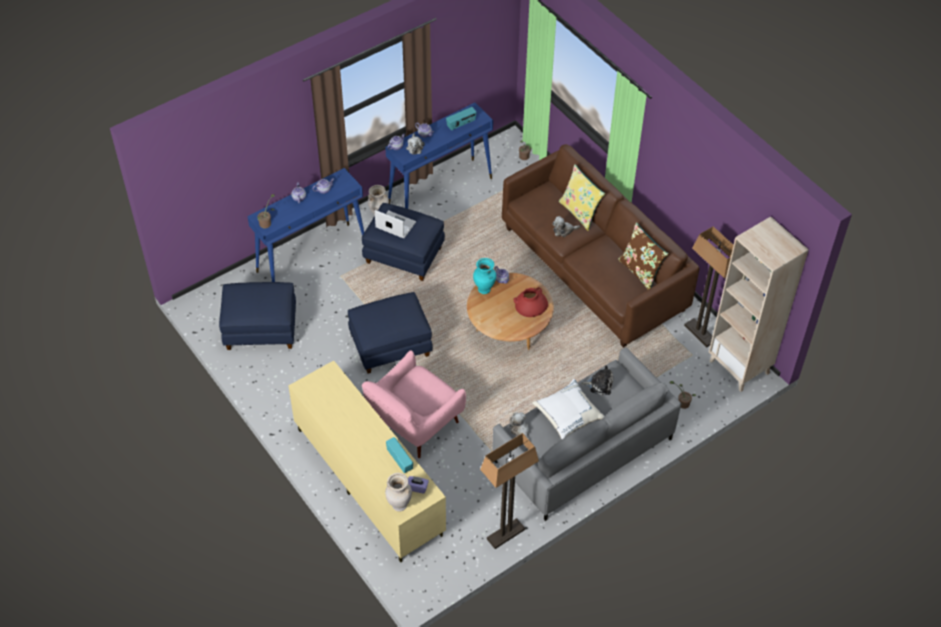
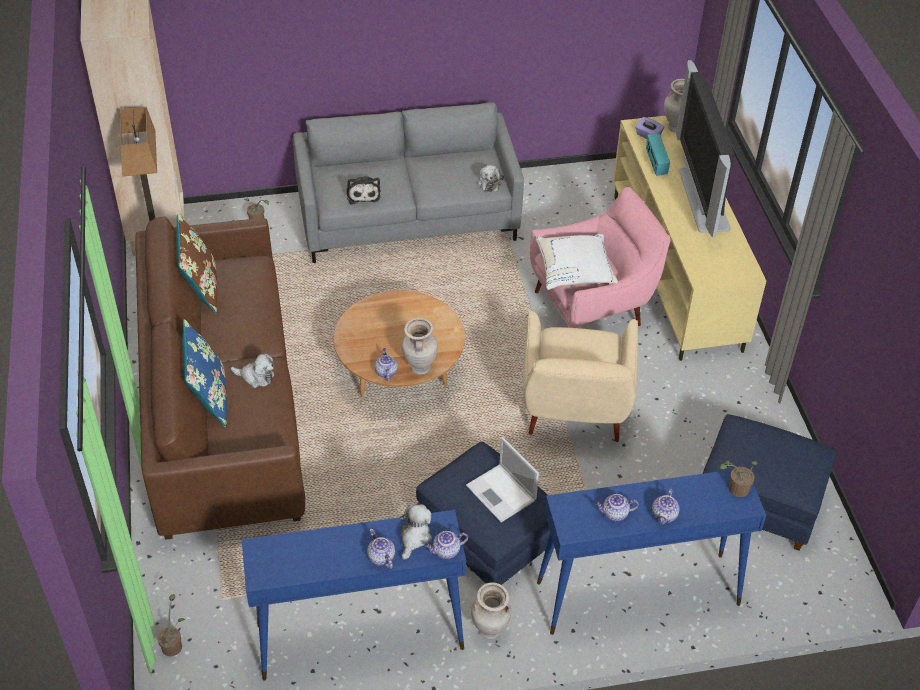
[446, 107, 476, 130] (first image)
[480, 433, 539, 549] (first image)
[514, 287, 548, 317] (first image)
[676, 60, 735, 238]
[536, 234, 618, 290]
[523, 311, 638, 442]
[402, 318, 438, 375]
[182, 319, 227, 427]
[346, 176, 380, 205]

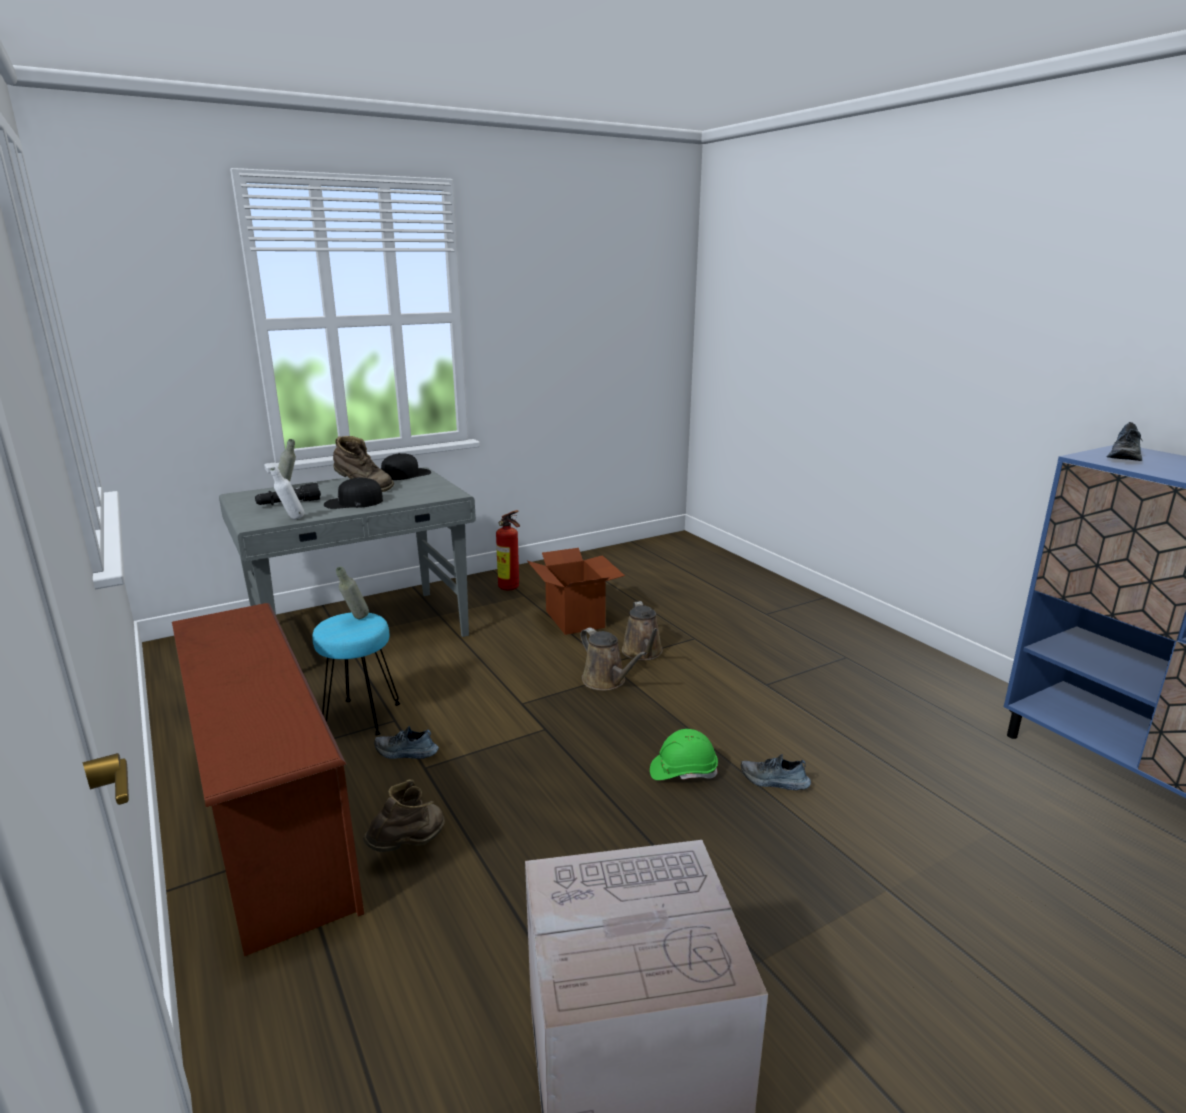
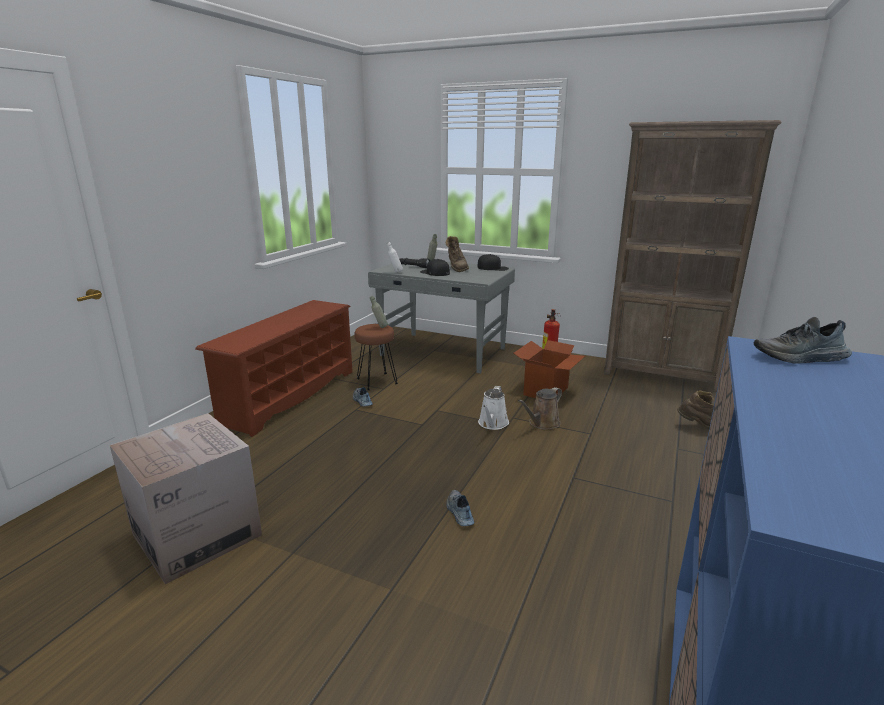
[650, 729, 718, 780] (first image)
[604, 120, 781, 393]
[677, 390, 714, 429]
[355, 324, 398, 390]
[478, 386, 509, 430]

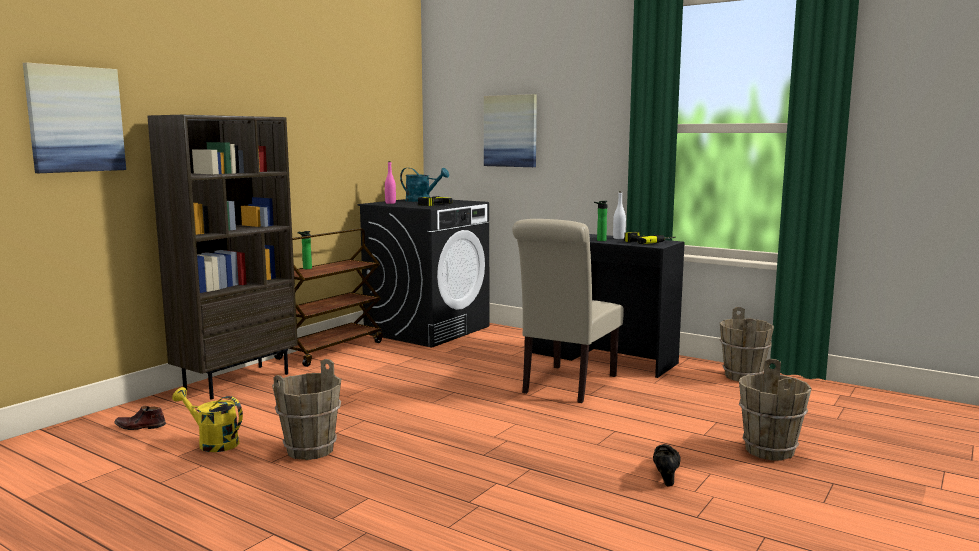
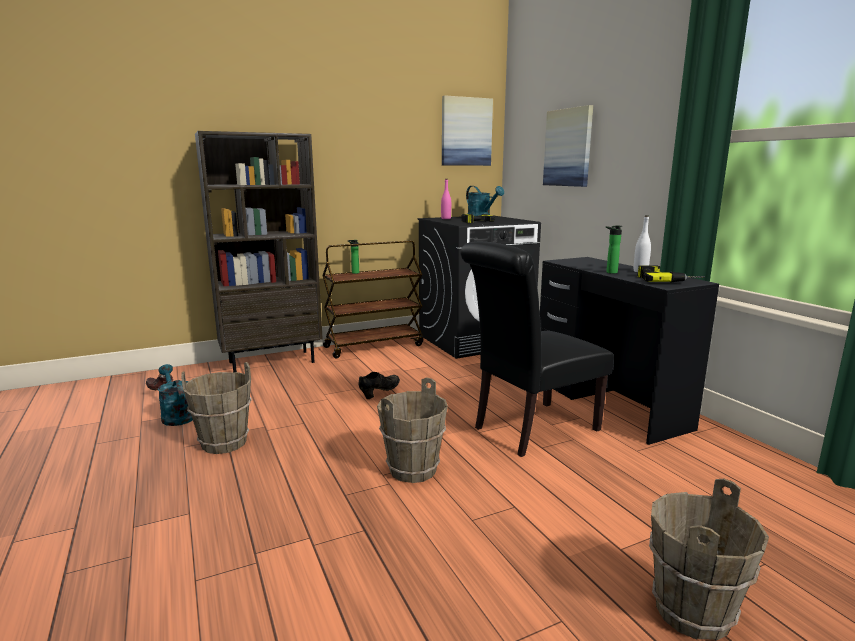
[442, 95, 493, 166]
[359, 372, 400, 399]
[377, 377, 448, 483]
[158, 364, 193, 426]
[460, 241, 614, 457]

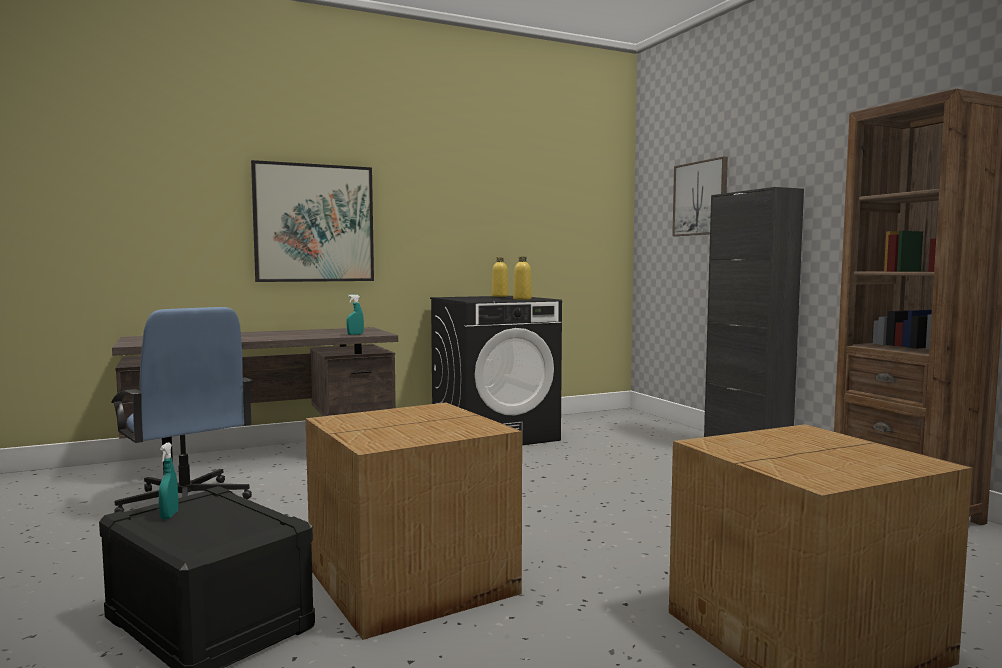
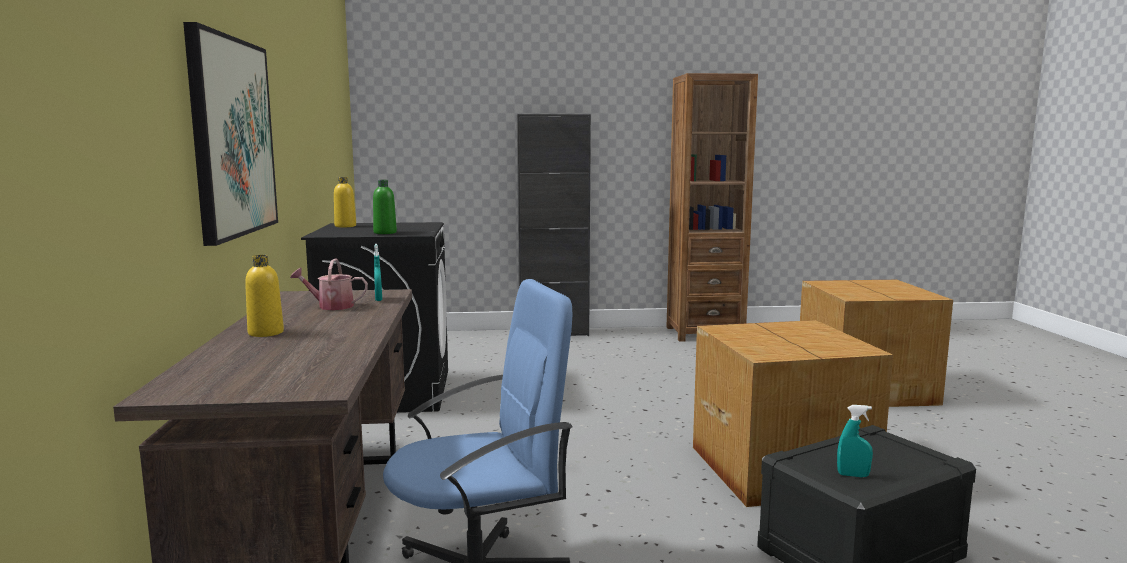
[672, 157, 728, 236] (first image)
[290, 259, 368, 310]
[373, 180, 397, 234]
[245, 255, 284, 337]

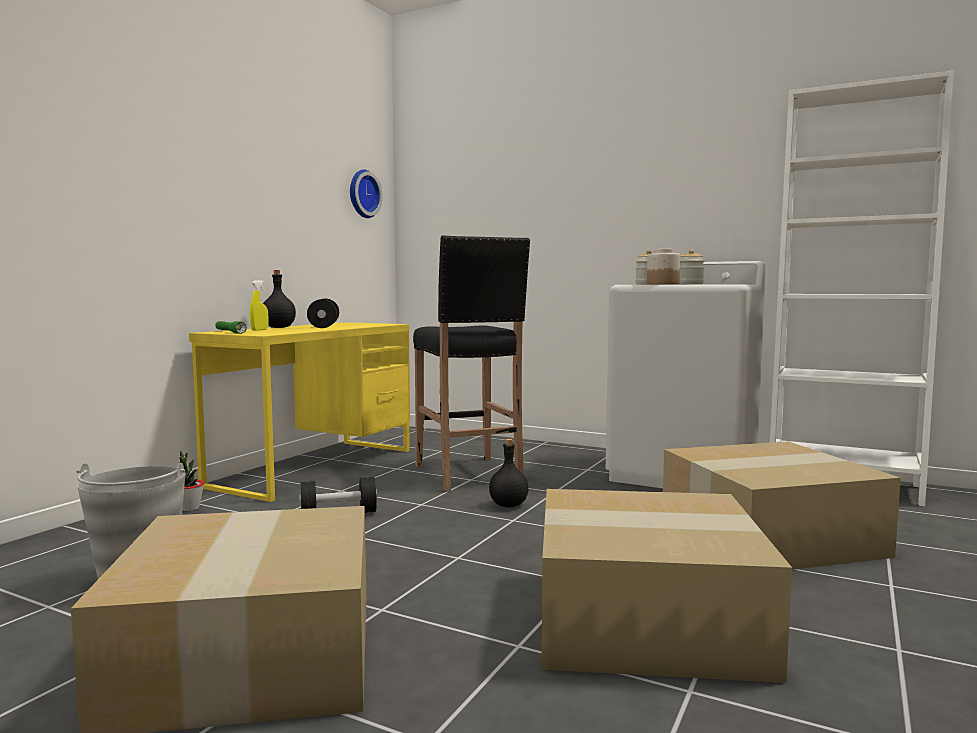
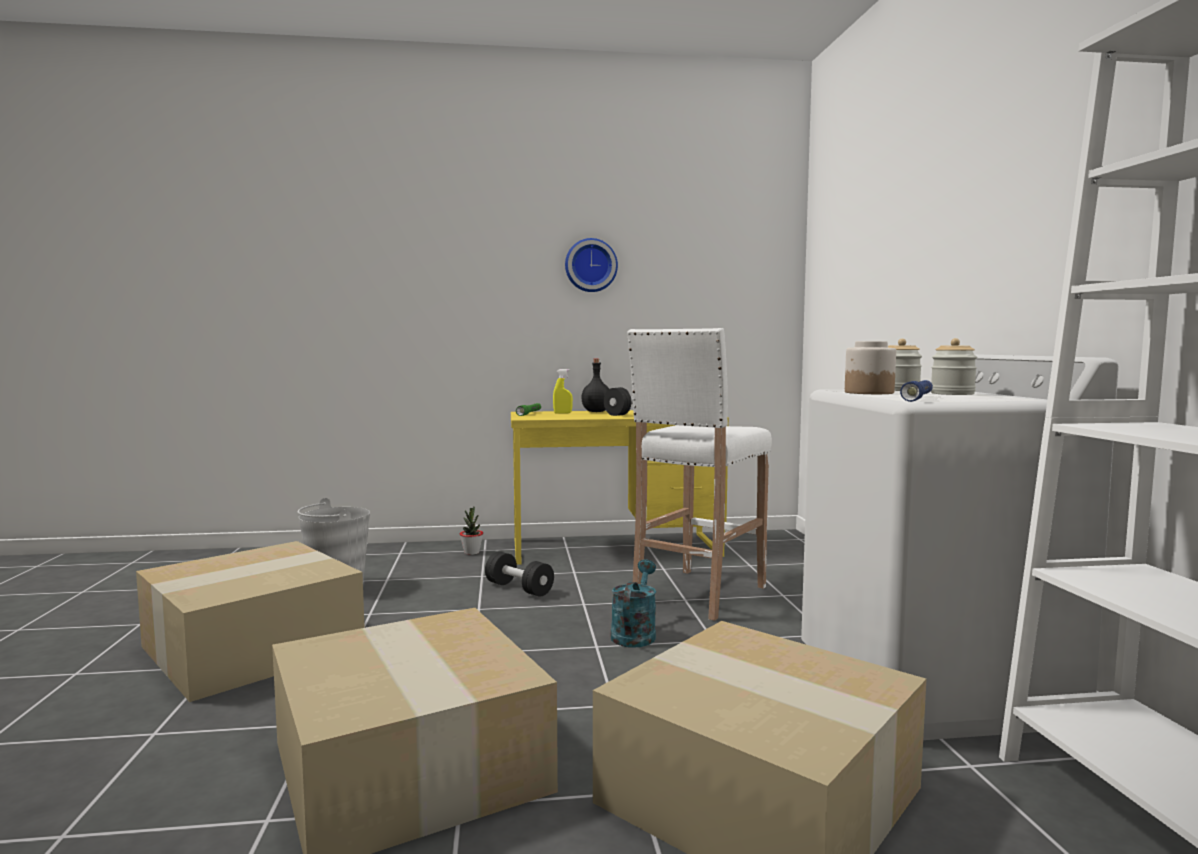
[900, 380, 933, 402]
[565, 238, 618, 292]
[611, 559, 656, 648]
[627, 328, 772, 621]

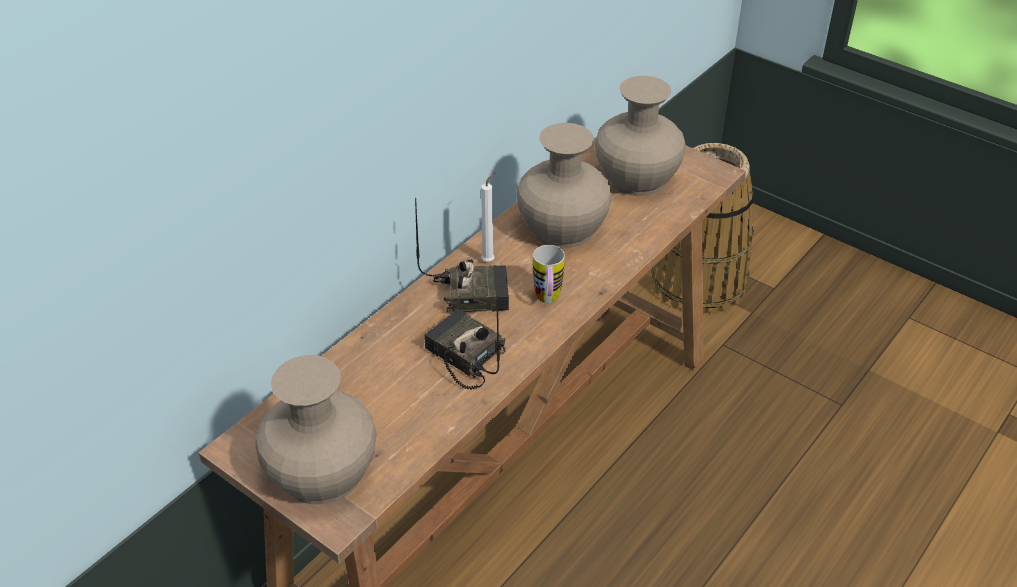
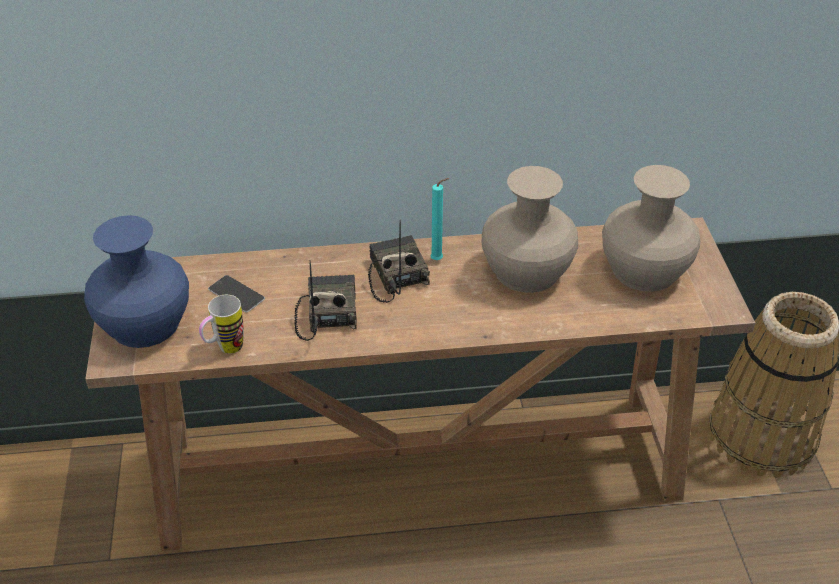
[208, 275, 265, 313]
[199, 295, 244, 354]
[84, 215, 189, 348]
[430, 178, 449, 260]
[368, 220, 430, 303]

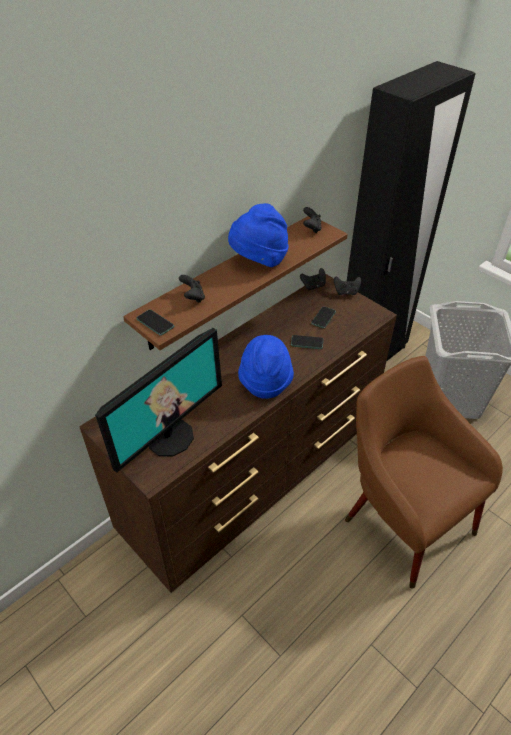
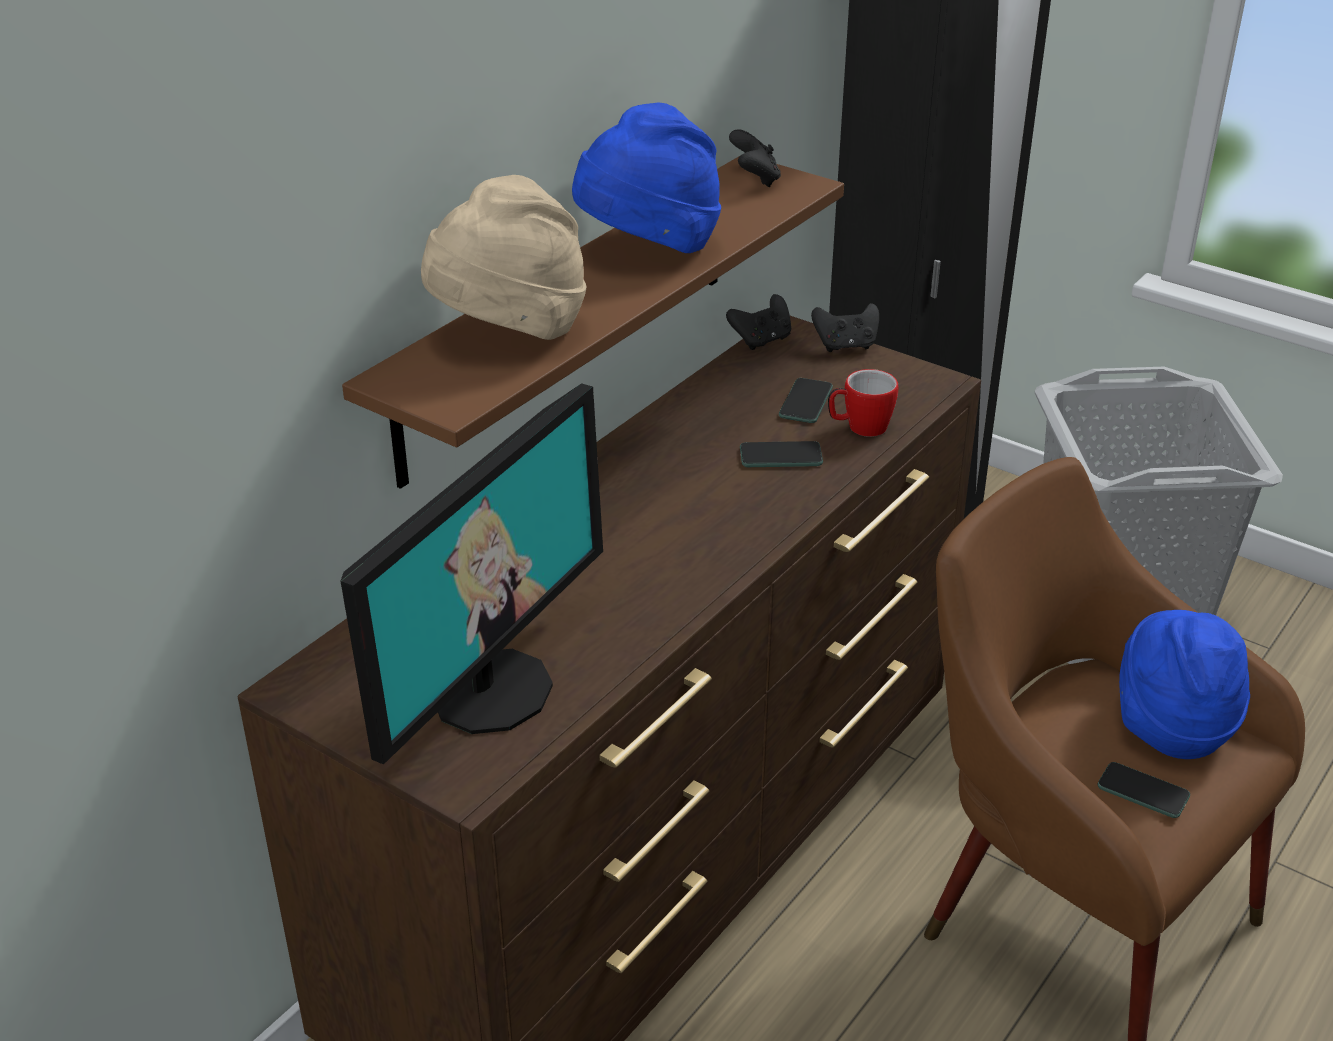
[828, 369, 898, 437]
[1097, 762, 1190, 818]
[1119, 610, 1250, 759]
[421, 175, 586, 340]

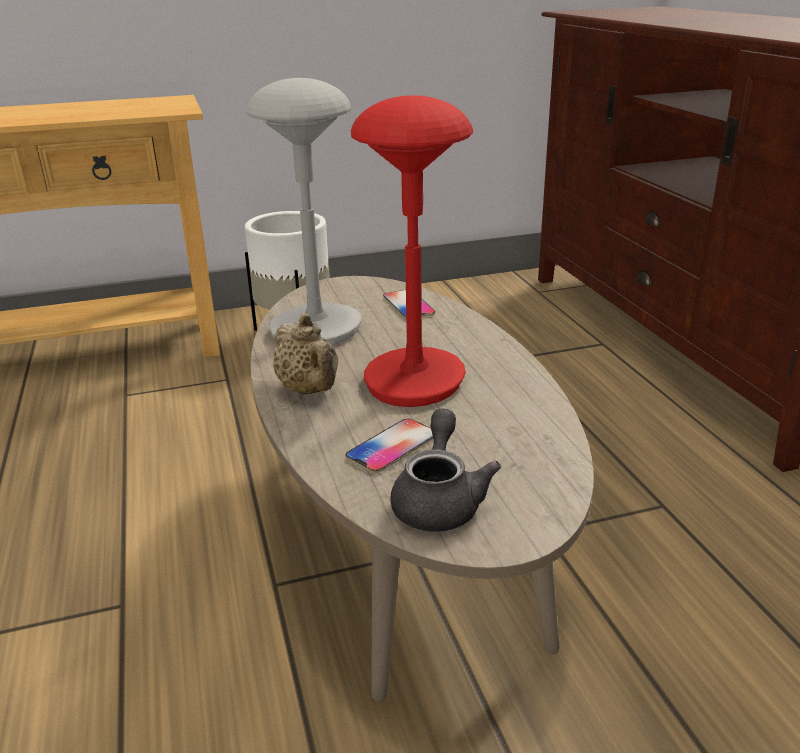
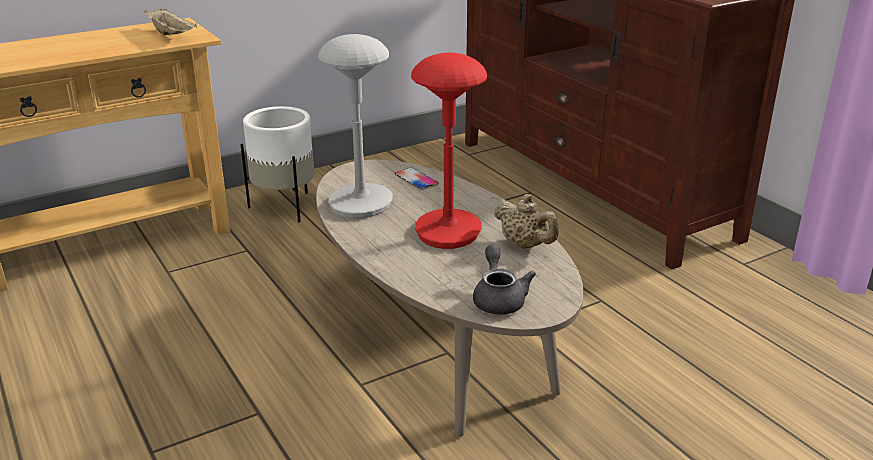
[345, 419, 433, 473] (first image)
[144, 8, 197, 36]
[494, 194, 559, 249]

